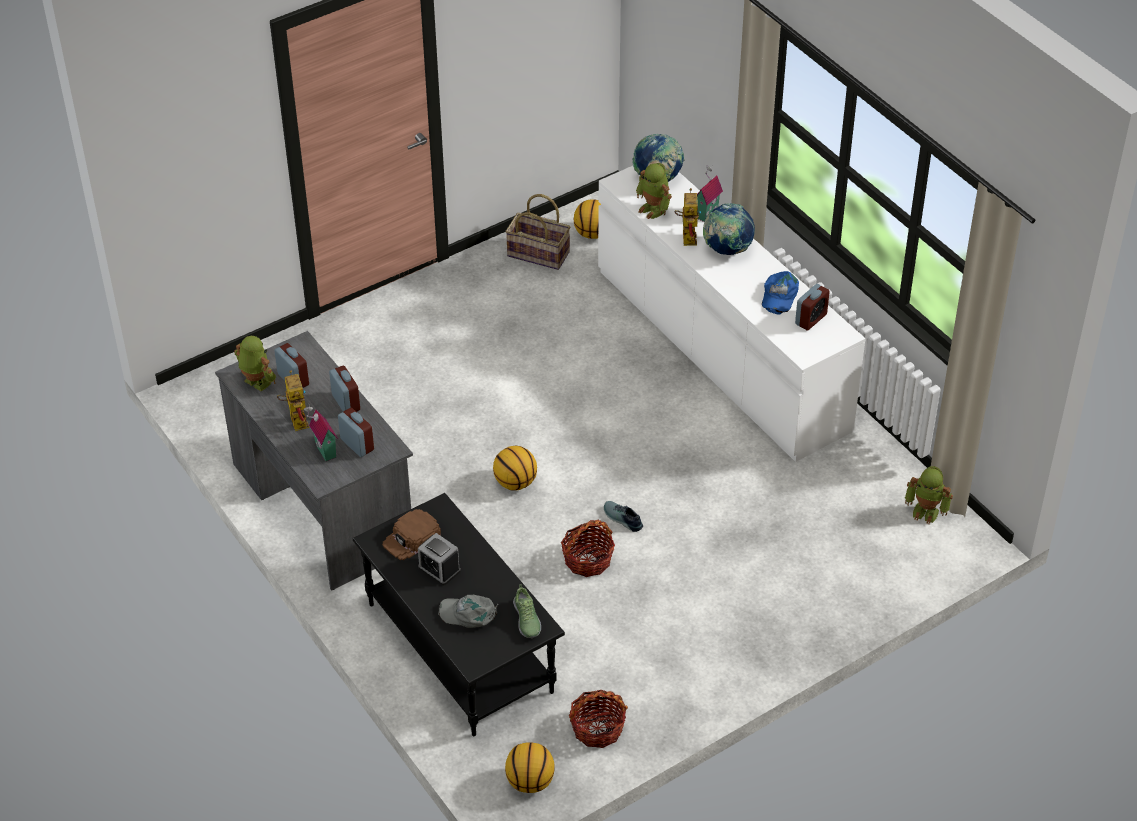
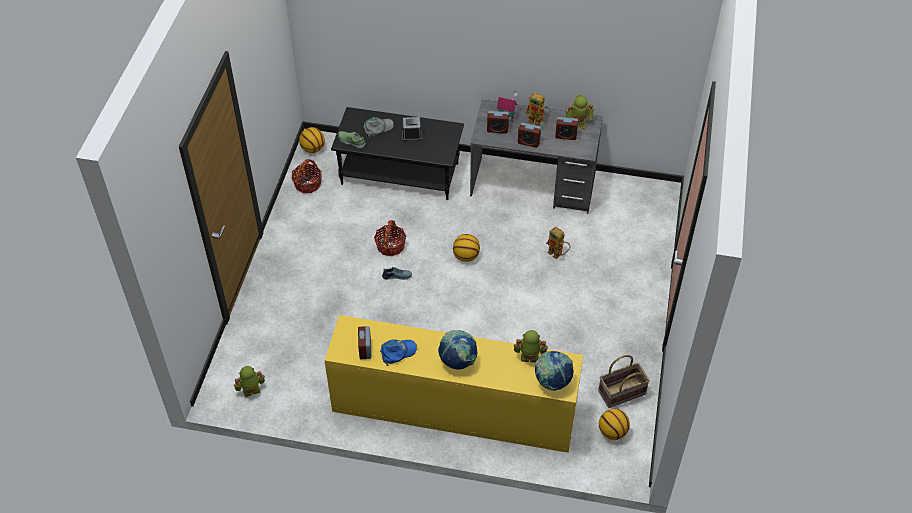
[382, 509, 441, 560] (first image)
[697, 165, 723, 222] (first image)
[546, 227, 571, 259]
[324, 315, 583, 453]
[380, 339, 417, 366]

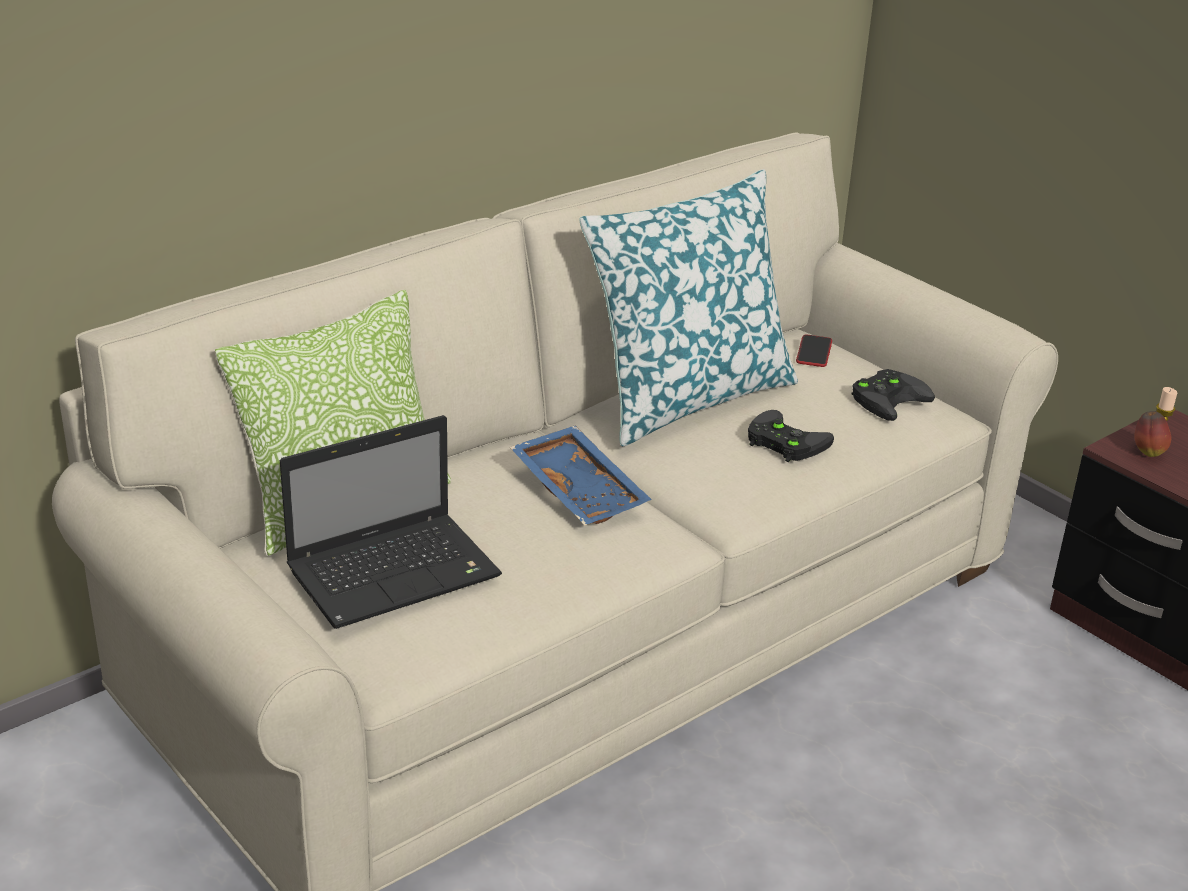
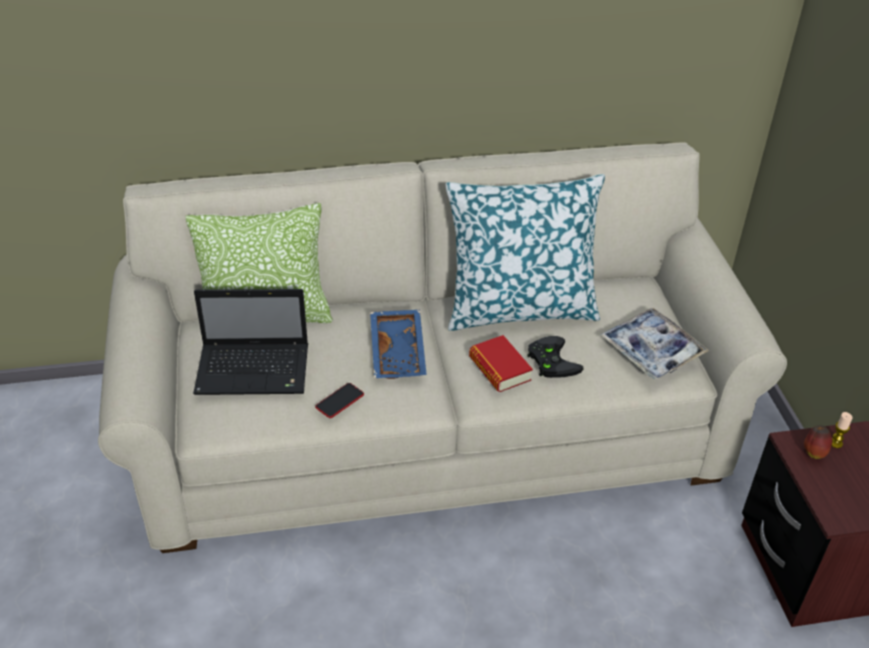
[469, 335, 533, 392]
[315, 383, 364, 418]
[600, 308, 709, 379]

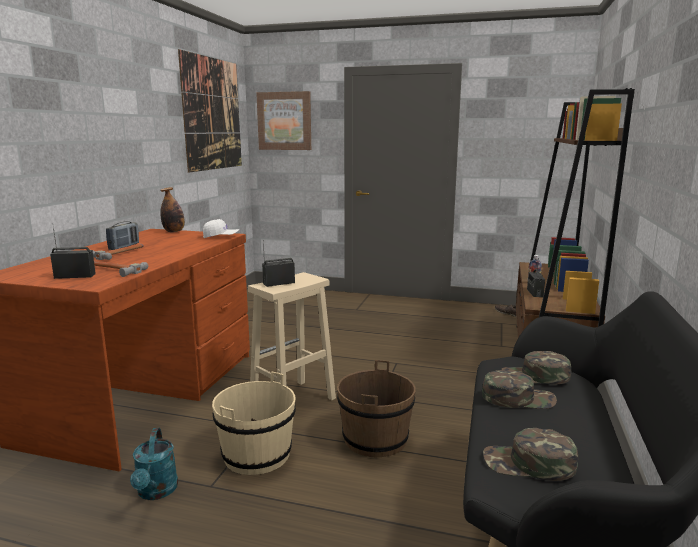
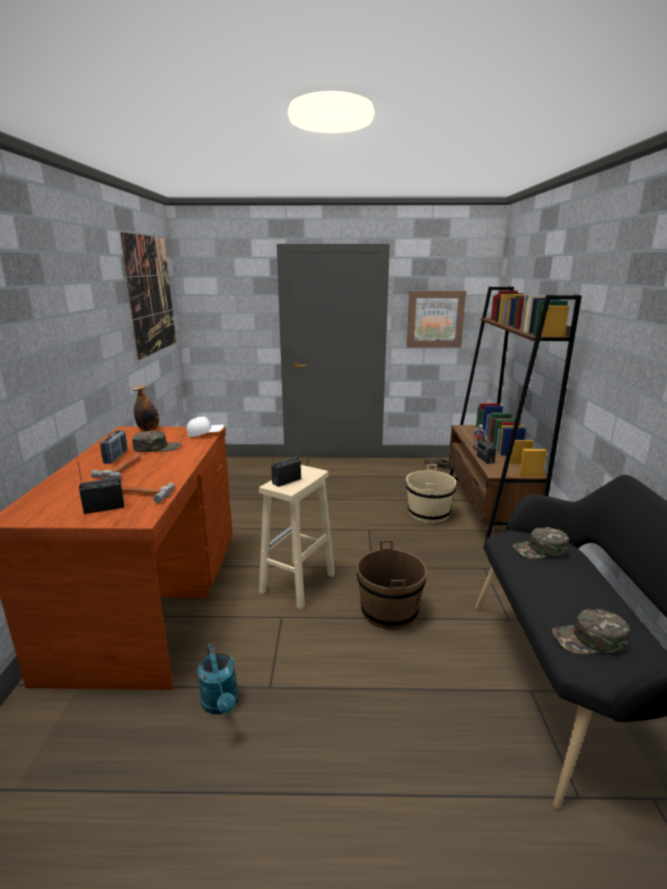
[406, 464, 456, 523]
[407, 291, 466, 348]
[132, 431, 181, 452]

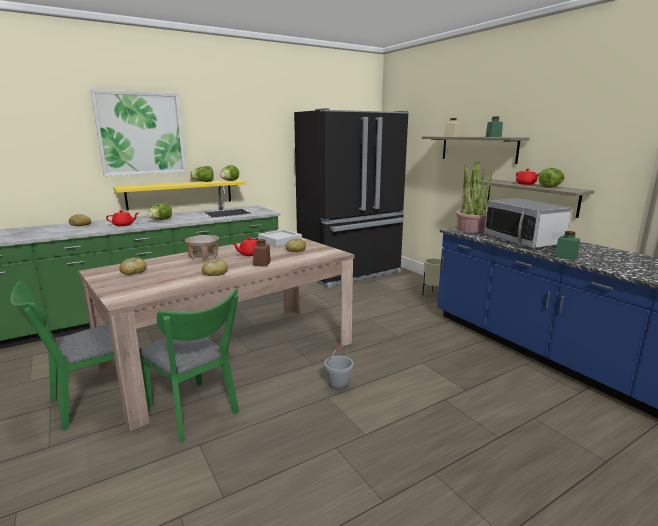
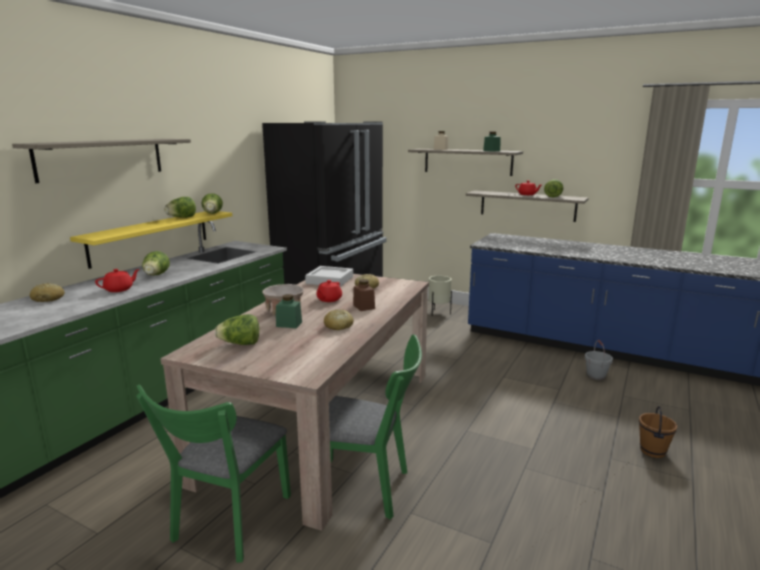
[456, 161, 492, 233] (first image)
[484, 198, 571, 248] (first image)
[639, 406, 678, 458]
[585, 340, 613, 380]
[276, 294, 302, 328]
[12, 139, 191, 183]
[215, 314, 259, 345]

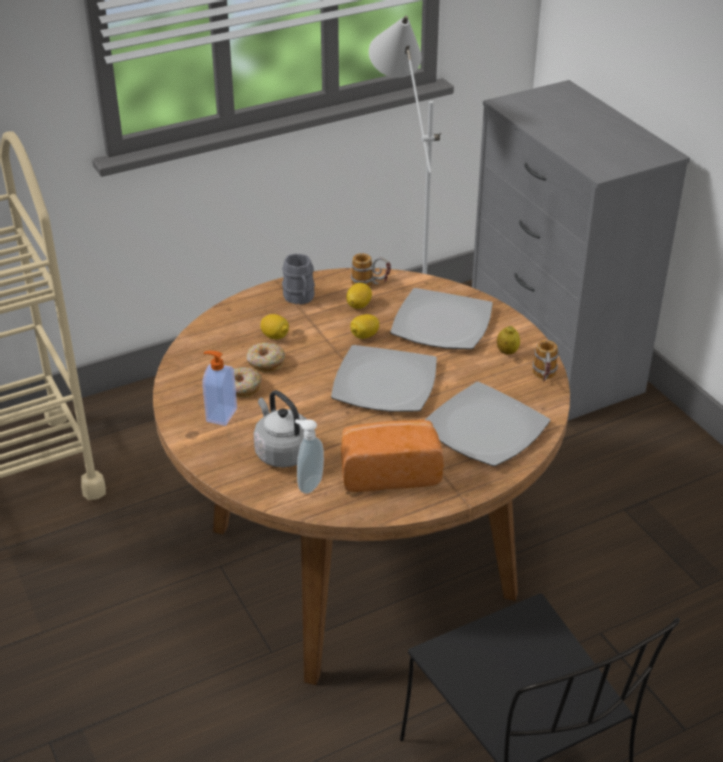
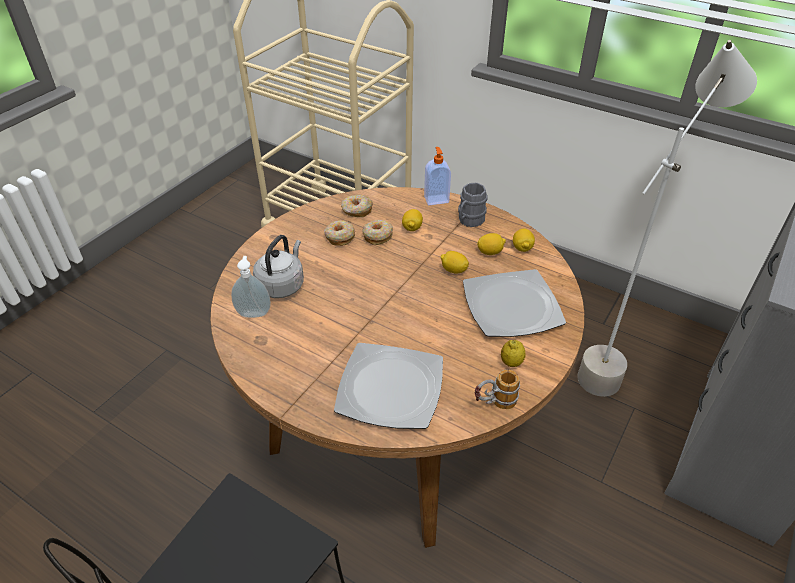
[331, 345, 437, 412] (first image)
[341, 420, 444, 492] (first image)
[341, 195, 373, 217]
[424, 147, 451, 205]
[513, 229, 535, 252]

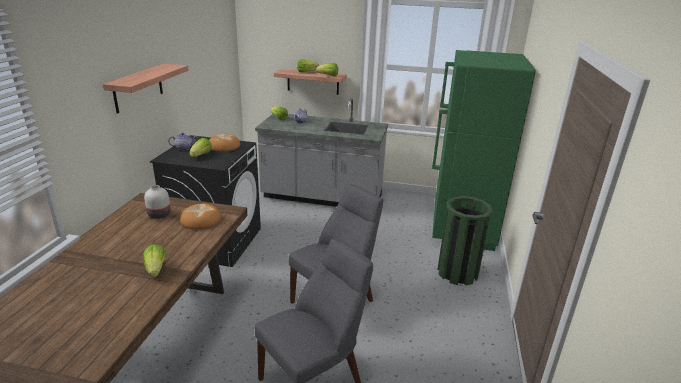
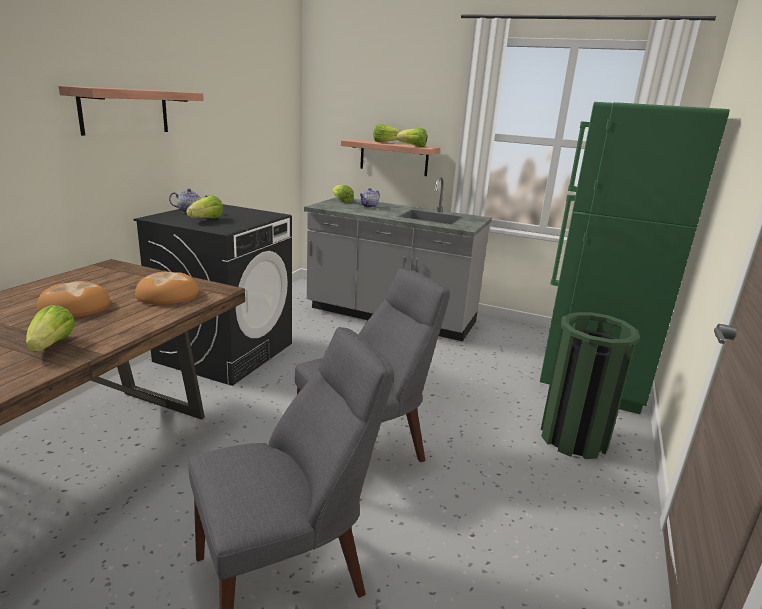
[144, 185, 171, 219] (first image)
[36, 281, 110, 318]

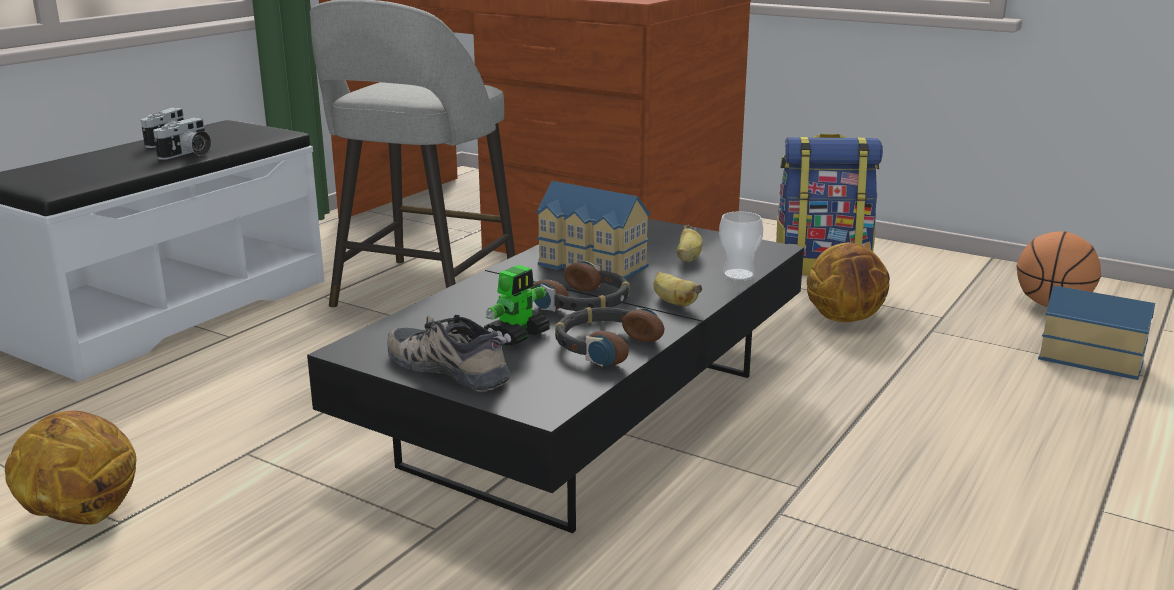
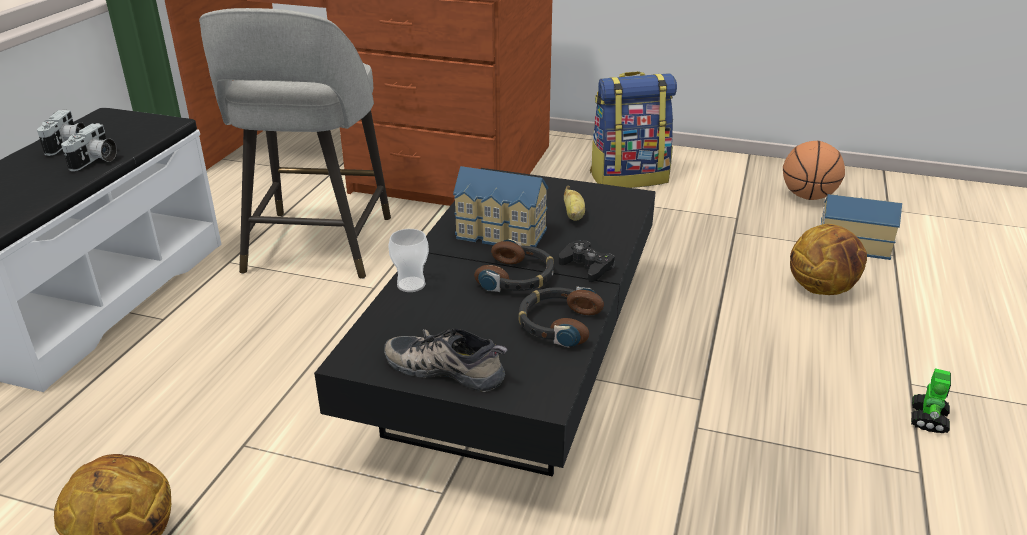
[911, 368, 951, 433]
[388, 229, 429, 292]
[790, 224, 867, 295]
[559, 241, 615, 282]

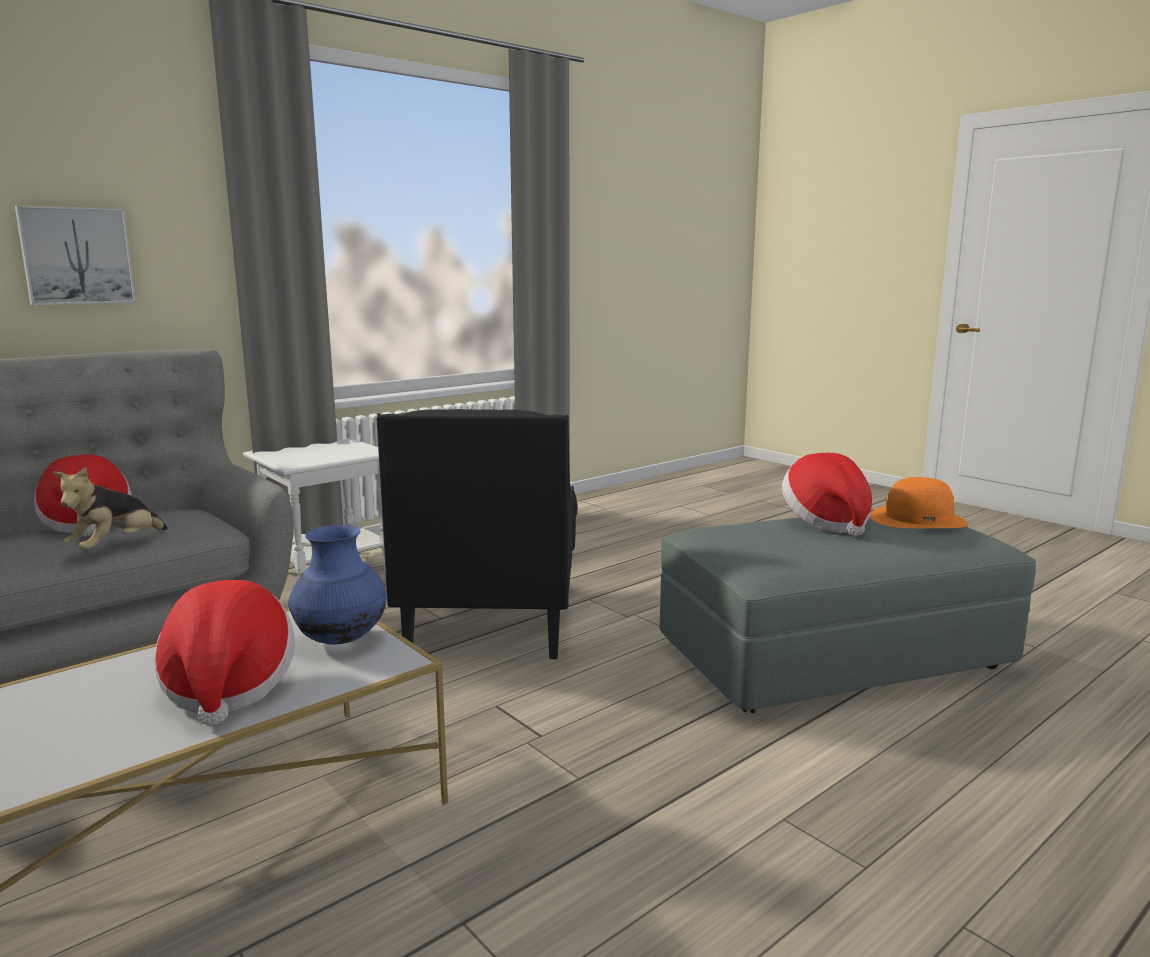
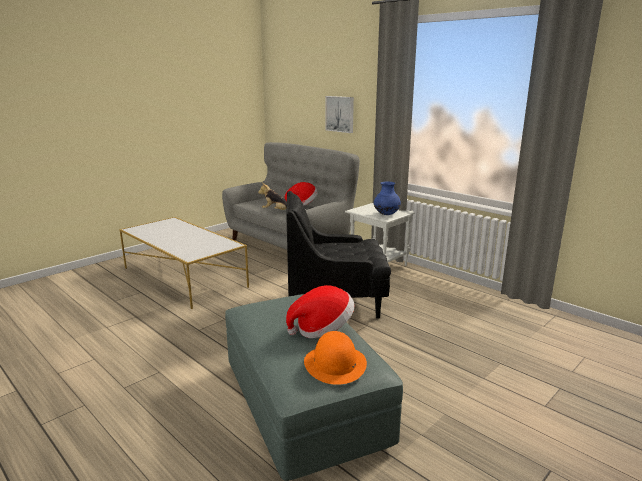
[154, 580, 295, 726] (first image)
[374, 182, 401, 215]

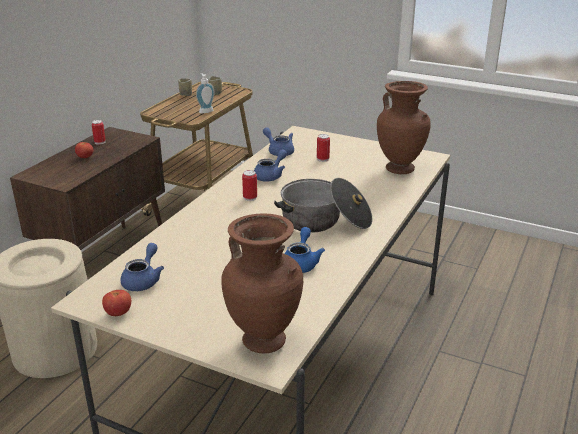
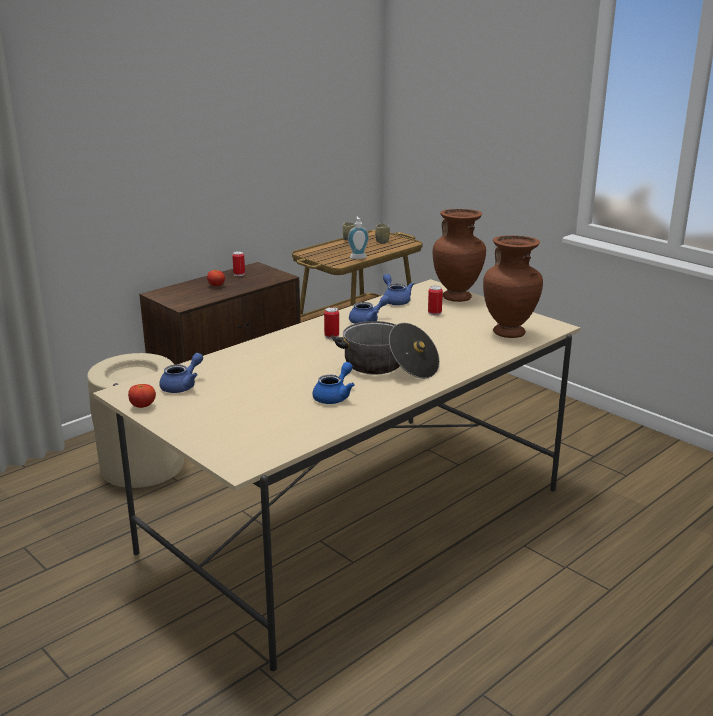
[433, 209, 486, 302]

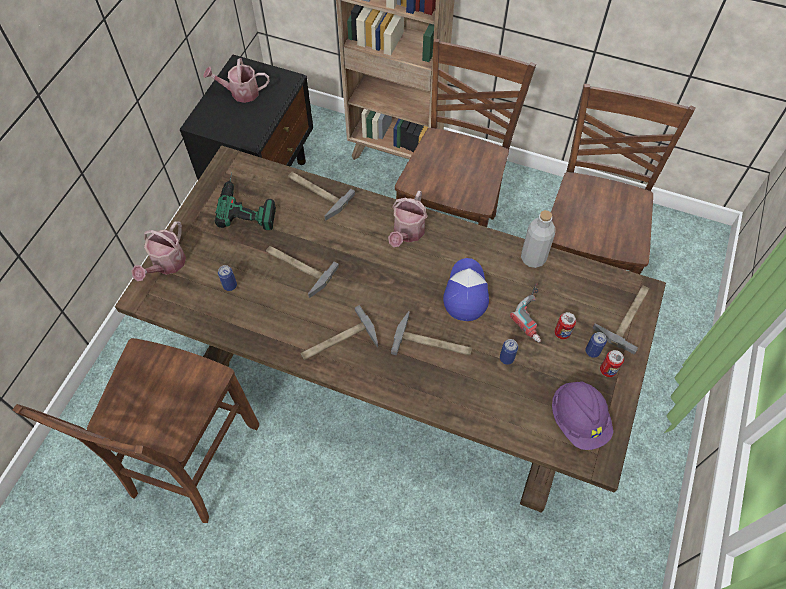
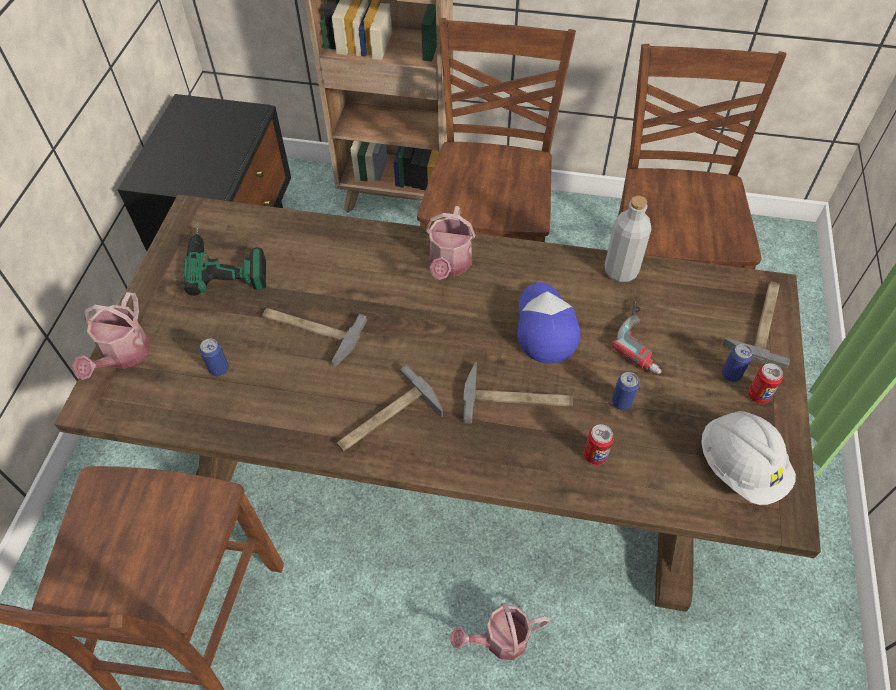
[288, 172, 355, 221] (first image)
[450, 603, 550, 660]
[584, 424, 614, 465]
[701, 411, 796, 505]

